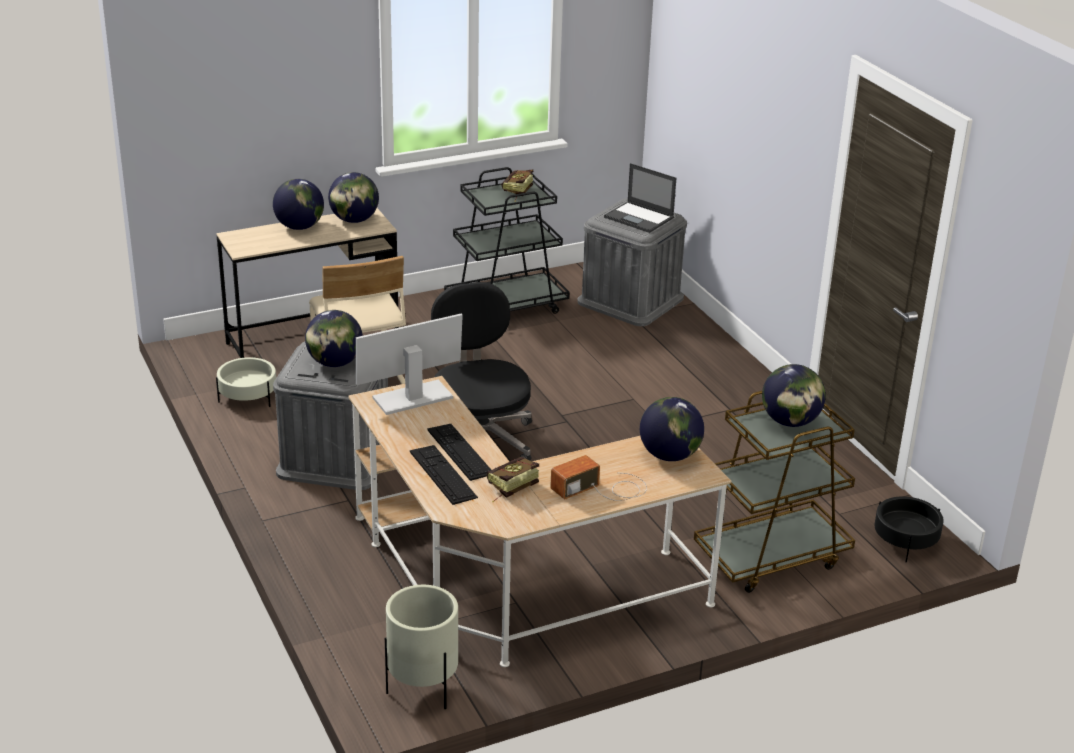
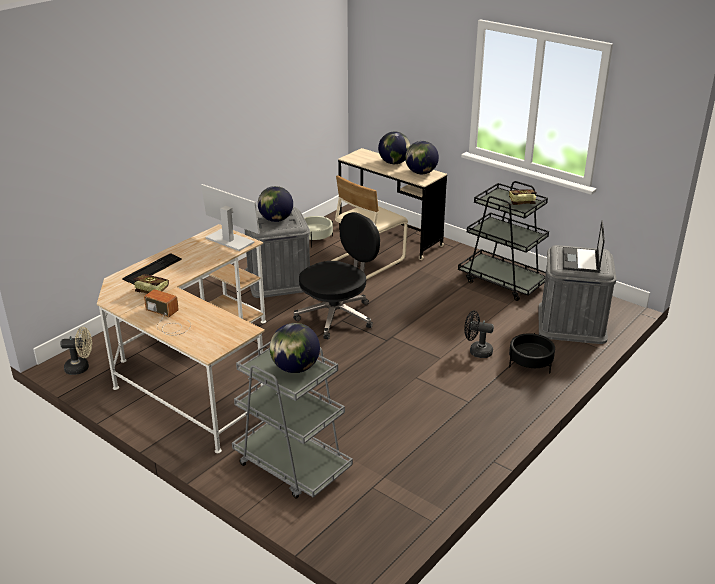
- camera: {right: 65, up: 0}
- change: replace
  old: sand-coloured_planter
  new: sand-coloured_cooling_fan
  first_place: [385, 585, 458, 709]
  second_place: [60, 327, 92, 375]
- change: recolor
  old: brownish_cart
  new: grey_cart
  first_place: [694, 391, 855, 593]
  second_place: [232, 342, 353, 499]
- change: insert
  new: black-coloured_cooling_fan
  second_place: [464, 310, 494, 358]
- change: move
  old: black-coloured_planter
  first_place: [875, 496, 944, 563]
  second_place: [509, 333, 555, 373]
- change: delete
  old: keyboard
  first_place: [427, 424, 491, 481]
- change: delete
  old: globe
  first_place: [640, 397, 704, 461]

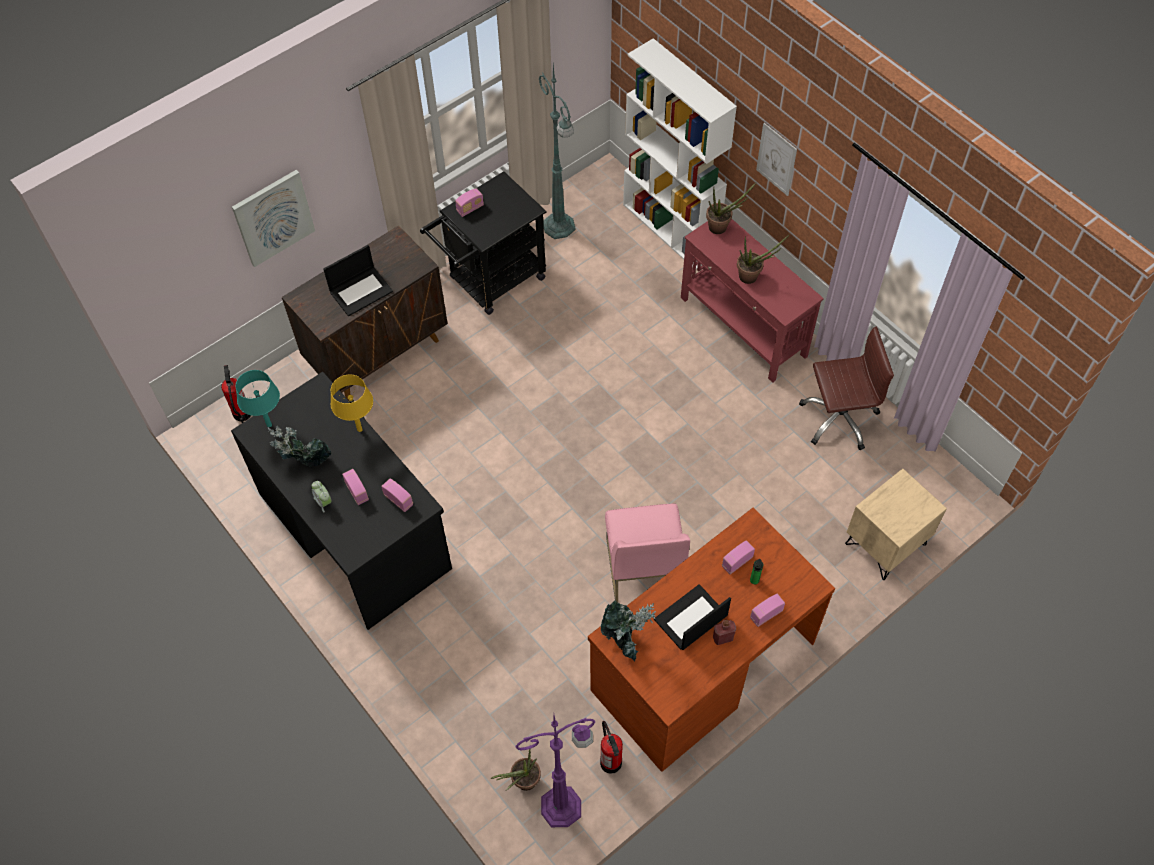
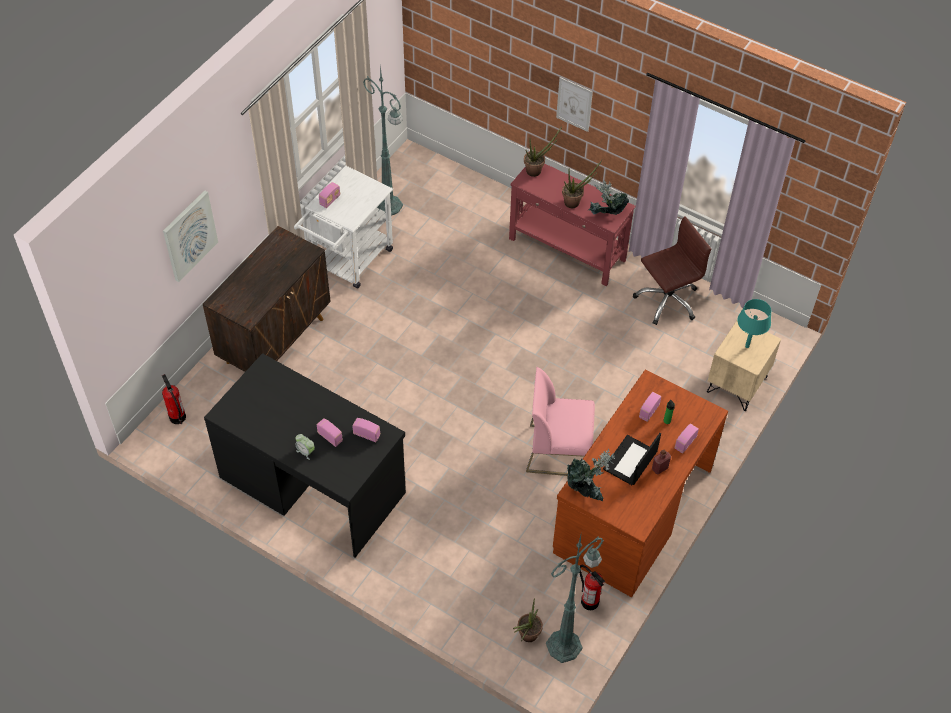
- camera: {right: -20, up: -5}
- change: recolor
  old: black-coloured_cart
  new: white-coloured_cart
  first_place: [420, 171, 546, 315]
  second_place: [294, 165, 393, 289]
- change: rotate
  old: pinkish_chair
  first_place: [605, 503, 690, 602]
  second_place: [526, 367, 595, 476]
  degrees: 120
- change: recolor
  old: purple-coloured_standard_lamp
  new: greenish_standard_lamp
  first_place: [515, 715, 595, 827]
  second_place: [546, 535, 604, 663]
- change: move
  old: potted_plant
  first_place: [268, 426, 332, 467]
  second_place: [587, 180, 629, 215]
- change: move
  old: turquoise-coloured_table_lamp
  first_place: [236, 370, 280, 427]
  second_place: [737, 299, 771, 348]
- change: delete
  old: notebook_computer
  first_place: [323, 245, 393, 316]
- change: delete
  old: yellow_table_lamp
  first_place: [331, 374, 373, 432]
- change: delete
  old: white-coloured_bookshelf
  first_place: [623, 38, 737, 269]

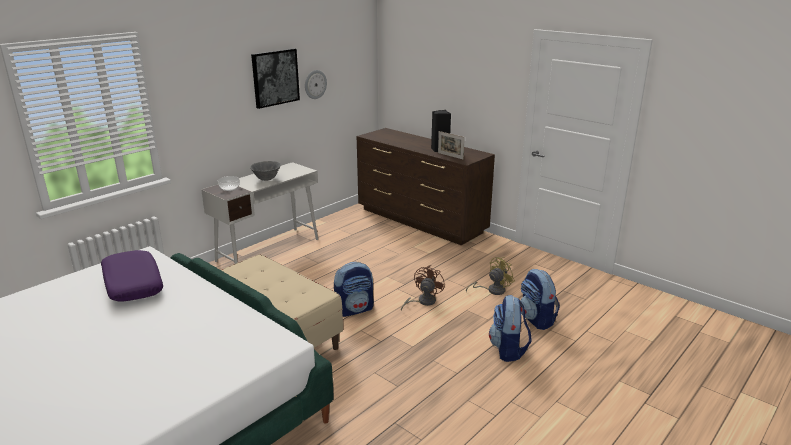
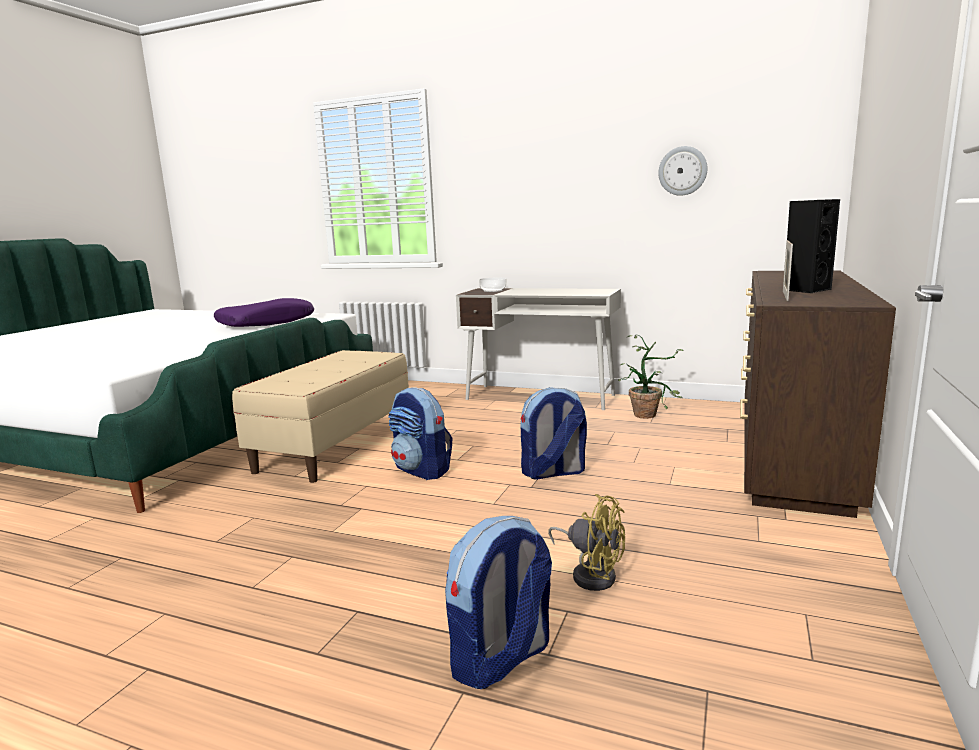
- camera: {right: 70, up: -10}
- change: move
  old: knapsack
  first_place: [489, 295, 532, 362]
  second_place: [521, 387, 587, 480]
- change: insert
  new: potted_plant
  second_place: [618, 335, 684, 419]
- change: delete
  old: grey_serving_bowl
  first_place: [250, 161, 281, 181]
- change: delete
  old: picture
  first_place: [251, 48, 300, 109]
- change: delete
  old: brownish_cooling_fan
  first_place: [401, 265, 445, 310]

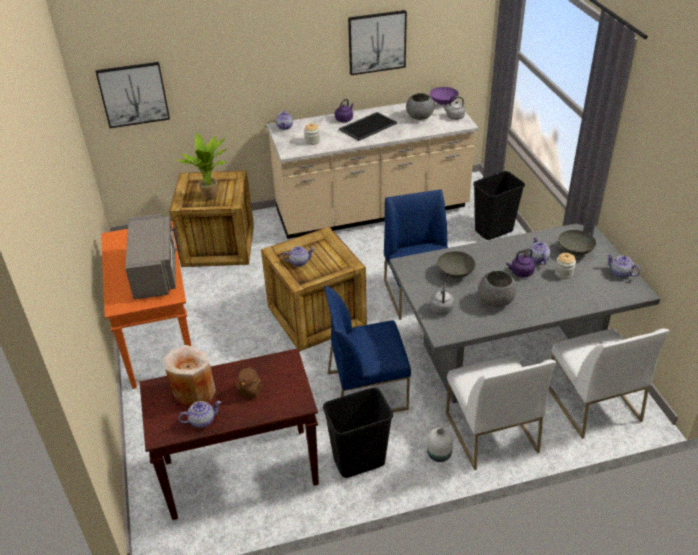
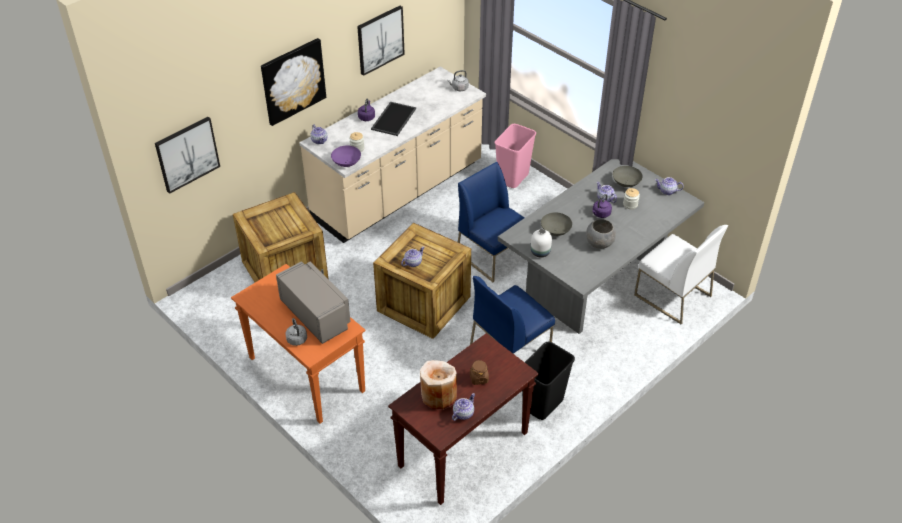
- camera: {right: -30, up: 5}
- change: insert
  new: picture
  second_place: [261, 38, 326, 126]
- change: move
  old: grey_kettle
  first_place: [430, 283, 454, 314]
  second_place: [285, 318, 307, 346]
- change: move
  old: purple-coloured_serving_bowl
  first_place: [430, 87, 459, 105]
  second_place: [331, 146, 361, 167]
- change: recolor
  old: black-coloured_waste_bin
  new: pinkish_waste_bin
  first_place: [473, 171, 525, 240]
  second_place: [495, 124, 536, 188]
- change: move
  old: white-coloured_flower_vase
  first_place: [427, 428, 453, 462]
  second_place: [531, 229, 552, 258]
- change: delete
  old: potted_plant
  first_place: [175, 133, 227, 200]
- change: delete
  old: grey_serving_bowl
  first_place: [406, 93, 434, 120]
- change: delete
  old: white-coloured_chair
  first_place: [446, 356, 556, 470]

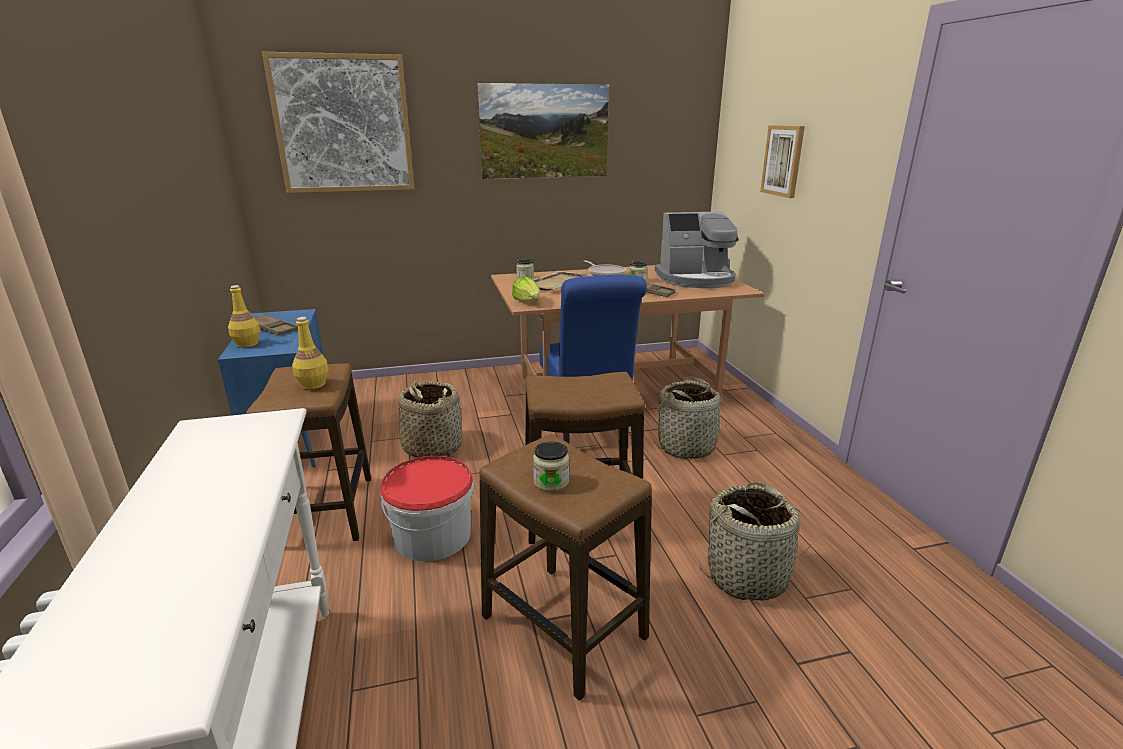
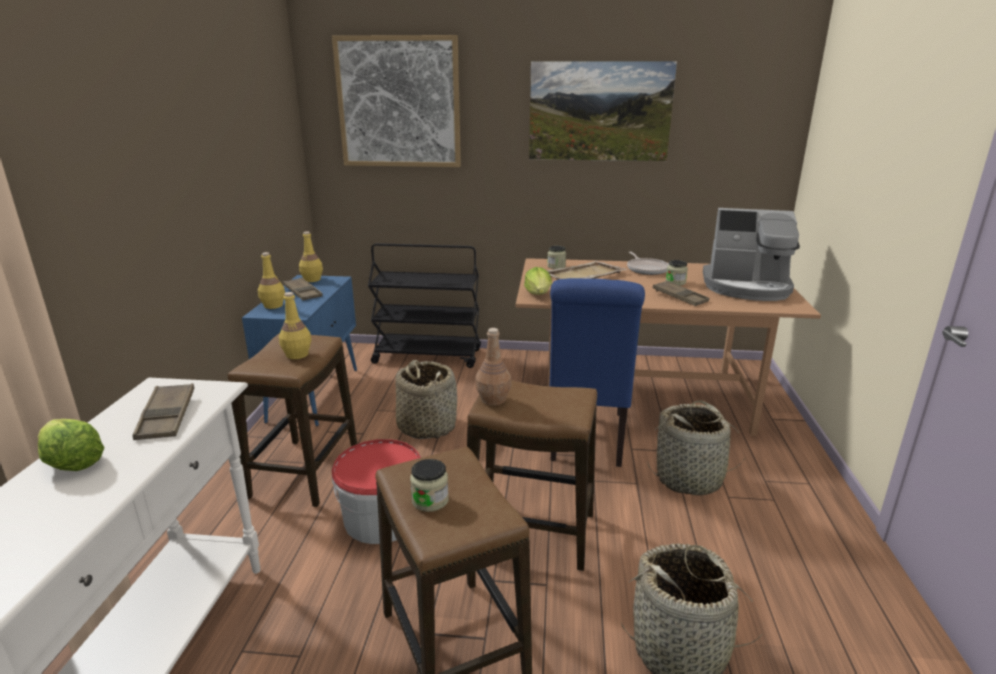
- camera: {right: 20, up: 0}
- change: insert
  new: head_of_lettuce
  second_place: [37, 419, 105, 471]
- change: insert
  new: brownish_carrying_tray
  second_place: [133, 383, 194, 440]
- change: insert
  new: yellow_drink_bottle
  second_place: [299, 232, 323, 282]
- change: insert
  new: black-coloured_cart
  second_place: [368, 243, 481, 368]
- change: insert
  new: brownish_drink_bottle
  second_place: [475, 328, 511, 406]
- change: delete
  old: picture
  first_place: [760, 125, 805, 198]

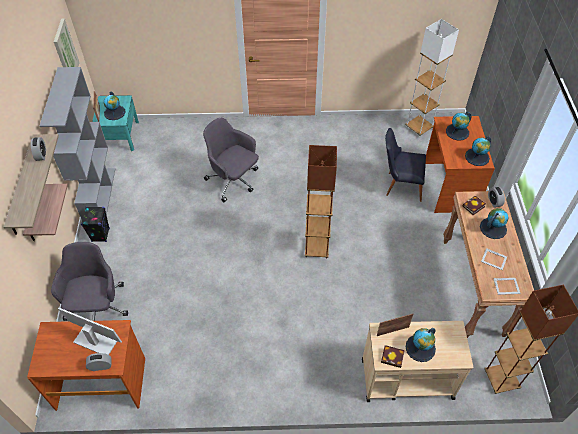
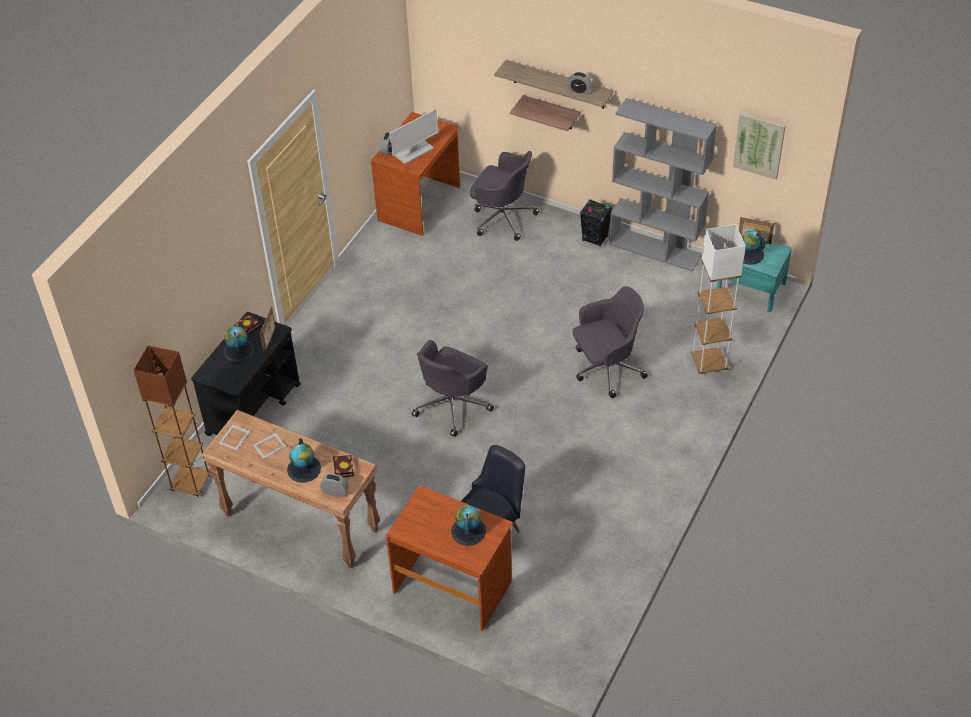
- camera: {right: 120, up: -5}
- change: recolor
  old: sand-coloured_cart
  new: black-coloured_cart
  first_place: [362, 321, 473, 402]
  second_place: [191, 312, 301, 436]
- change: replace
  old: brownish_standard_lamp
  new: grey_office_chair
  first_place: [304, 145, 337, 258]
  second_place: [412, 340, 494, 437]
- change: move
  old: white-coloured_standard_lamp
  first_place: [405, 19, 459, 137]
  second_place: [691, 224, 746, 376]
- change: delete
  old: globe
  first_place: [465, 136, 491, 166]

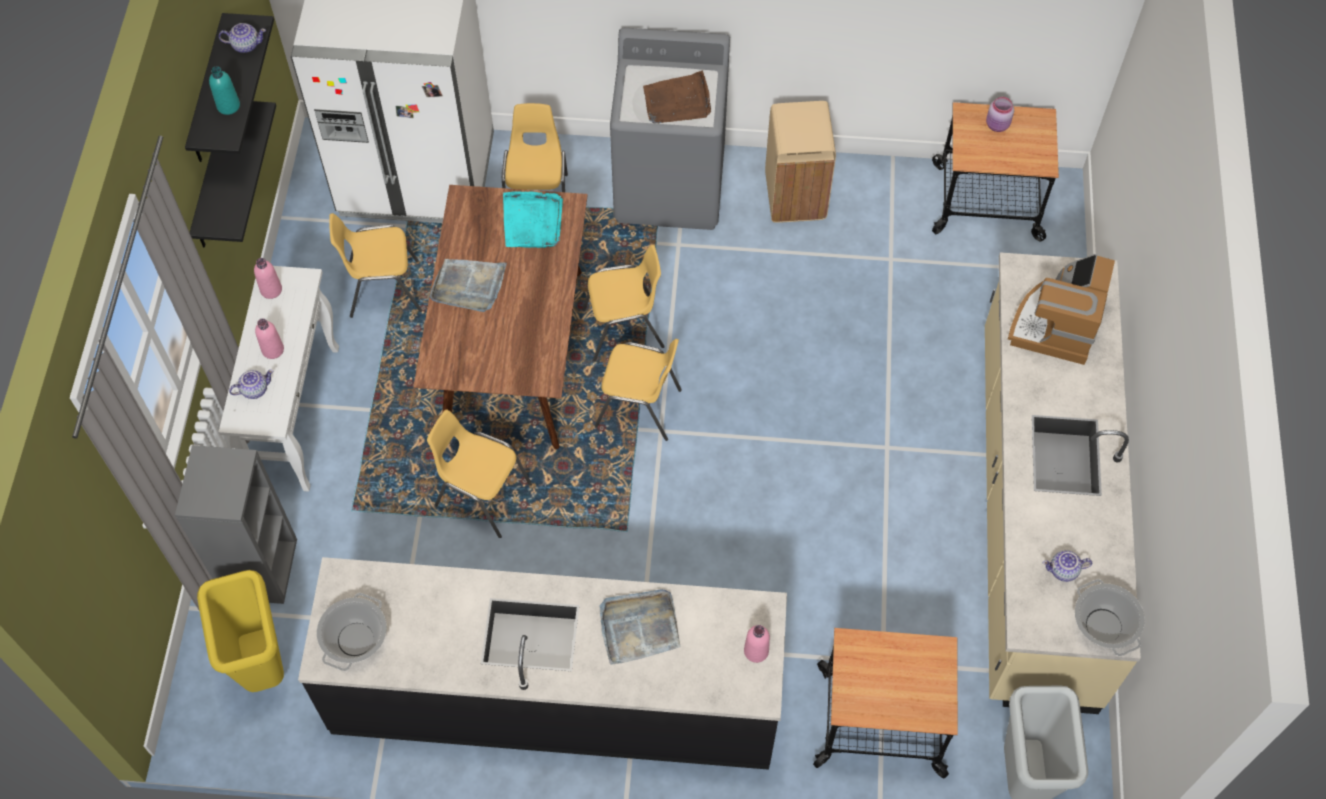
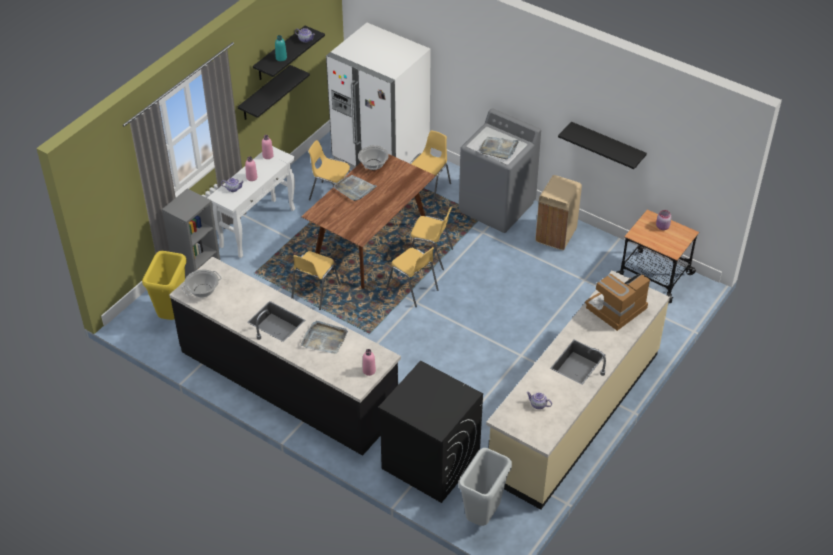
- camera: {right: 30, up: -15}
- change: rotate
  old: yellow_chair
  first_place: [427, 410, 532, 538]
  second_place: [292, 251, 340, 310]
  degrees: -120
- change: move
  old: cooking_pot
  first_place: [1075, 579, 1145, 656]
  second_place: [358, 145, 389, 170]
- change: replace
  old: cart
  new: black-coloured_laundry_appliance
  first_place: [813, 628, 958, 778]
  second_place: [378, 361, 483, 503]
- change: recolor
  old: brownish_carrying_tray
  new: grey_carrying_tray
  first_place: [643, 71, 711, 123]
  second_place: [479, 137, 519, 159]
- change: insert
  new: black-coloured_wall_shelf
  second_place: [558, 122, 647, 169]
- change: delete
  old: turquoise-coloured_carrying_tray
  first_place: [503, 191, 563, 248]

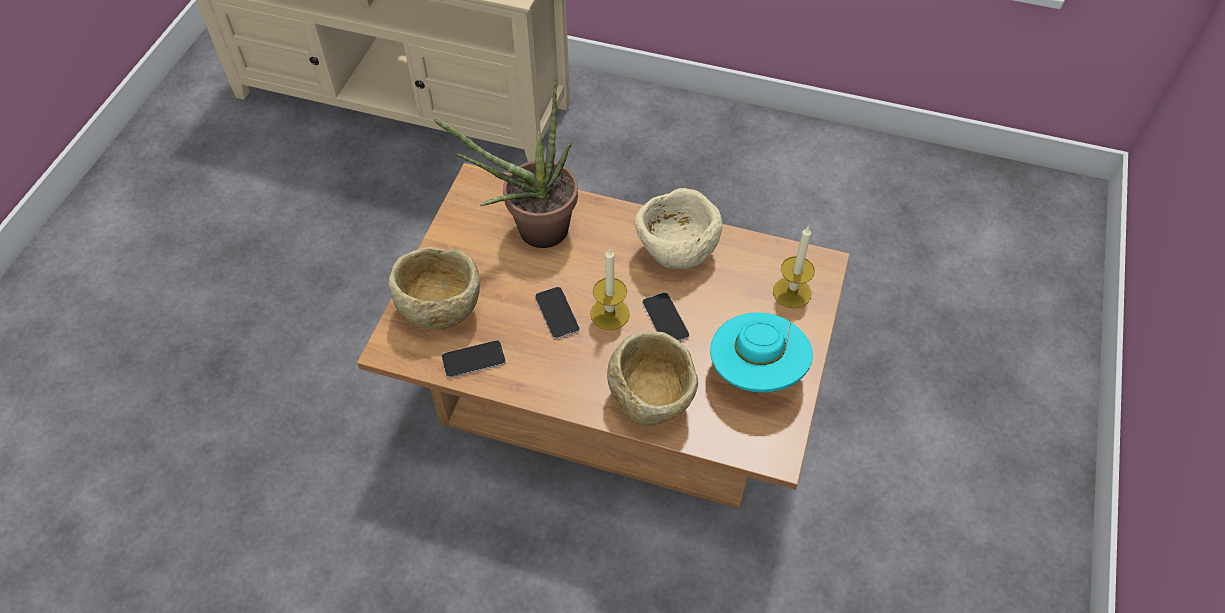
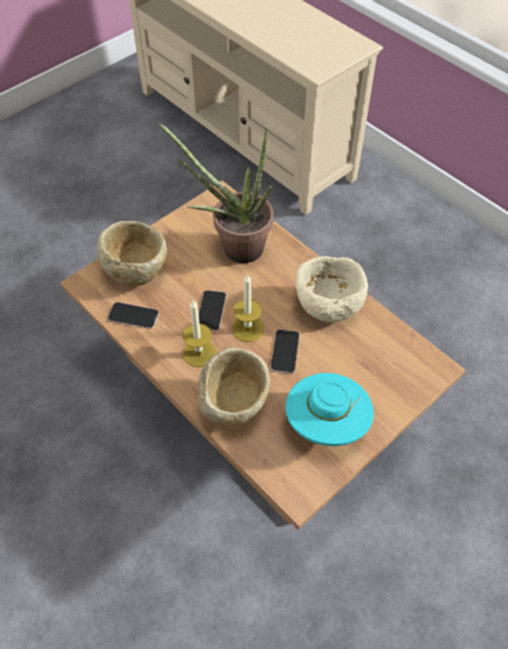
- camera: {right: 30, up: 0}
- change: move
  old: wax_light
  first_place: [773, 226, 815, 309]
  second_place: [183, 300, 216, 367]

